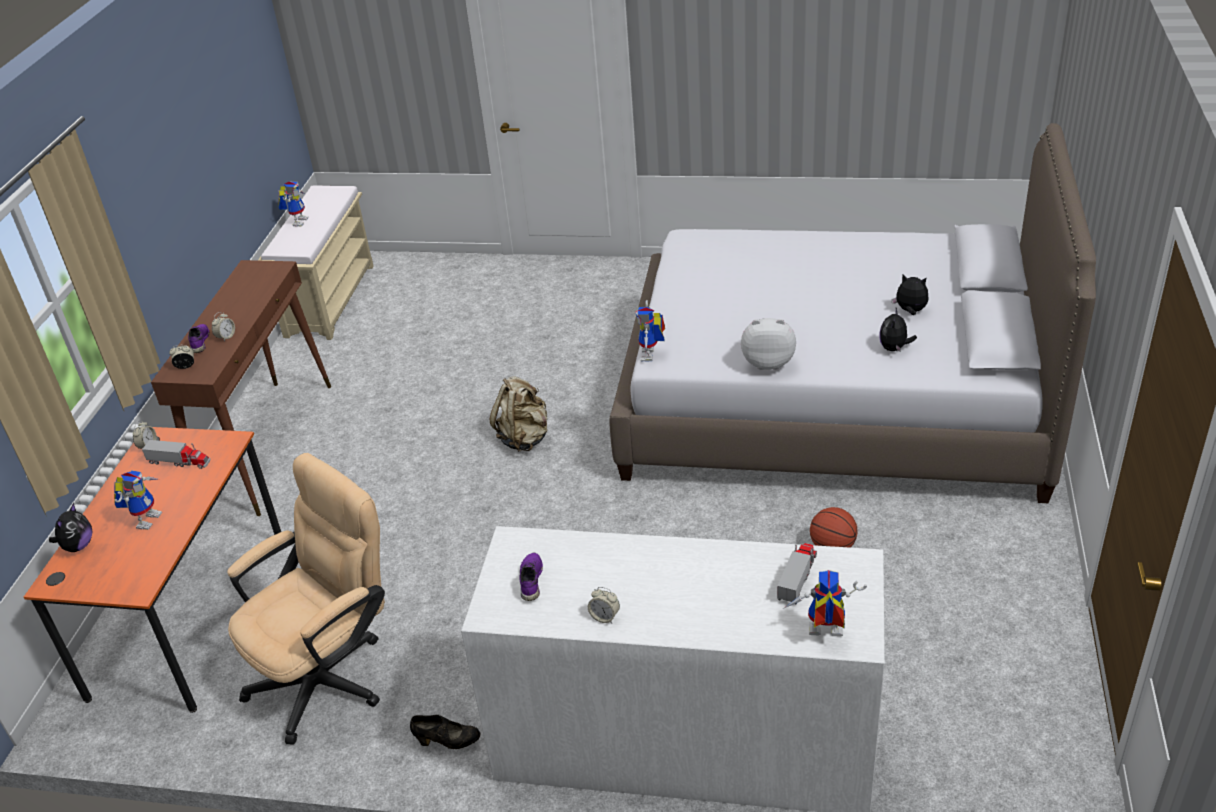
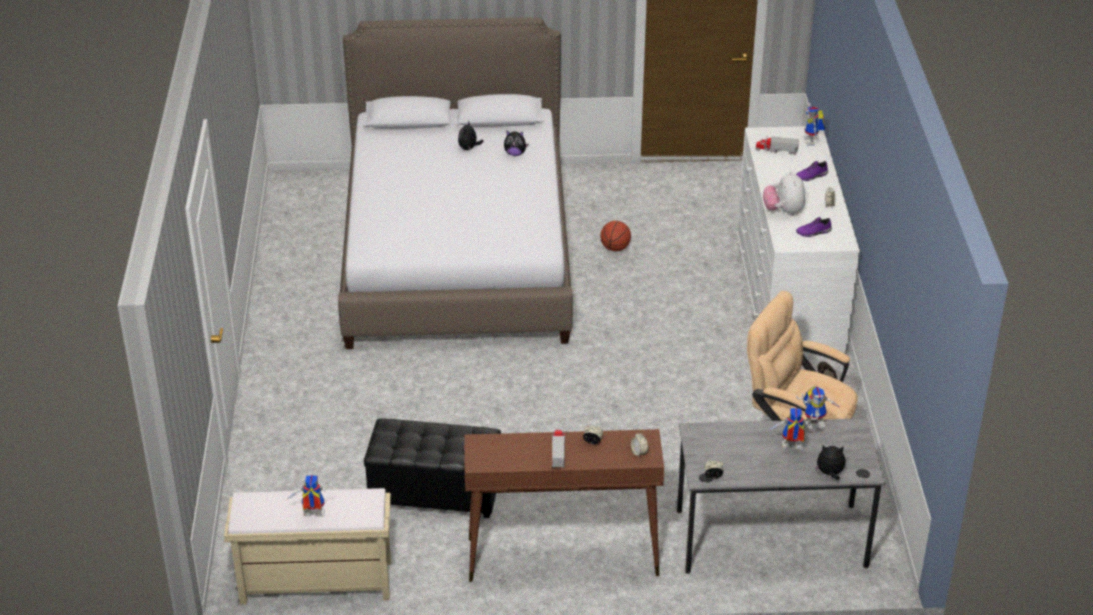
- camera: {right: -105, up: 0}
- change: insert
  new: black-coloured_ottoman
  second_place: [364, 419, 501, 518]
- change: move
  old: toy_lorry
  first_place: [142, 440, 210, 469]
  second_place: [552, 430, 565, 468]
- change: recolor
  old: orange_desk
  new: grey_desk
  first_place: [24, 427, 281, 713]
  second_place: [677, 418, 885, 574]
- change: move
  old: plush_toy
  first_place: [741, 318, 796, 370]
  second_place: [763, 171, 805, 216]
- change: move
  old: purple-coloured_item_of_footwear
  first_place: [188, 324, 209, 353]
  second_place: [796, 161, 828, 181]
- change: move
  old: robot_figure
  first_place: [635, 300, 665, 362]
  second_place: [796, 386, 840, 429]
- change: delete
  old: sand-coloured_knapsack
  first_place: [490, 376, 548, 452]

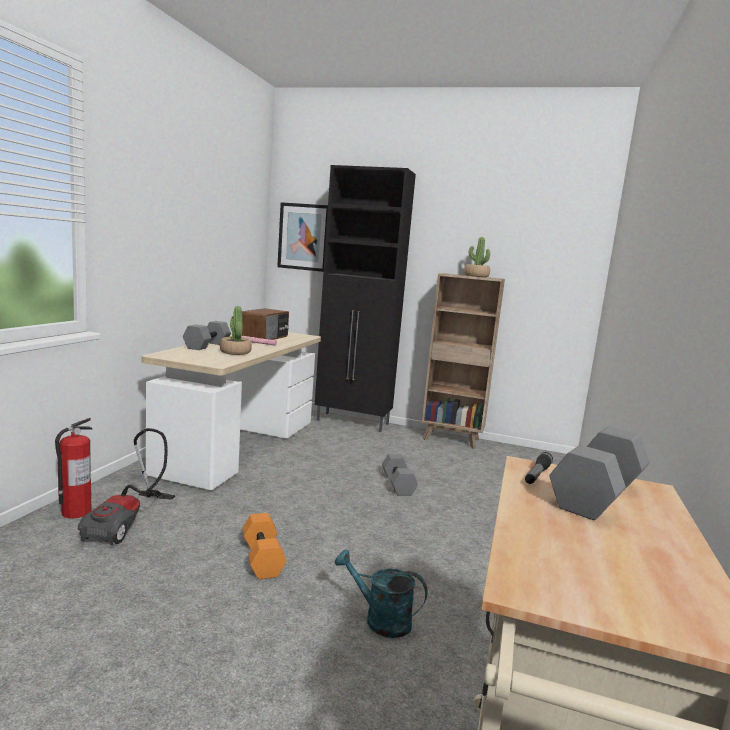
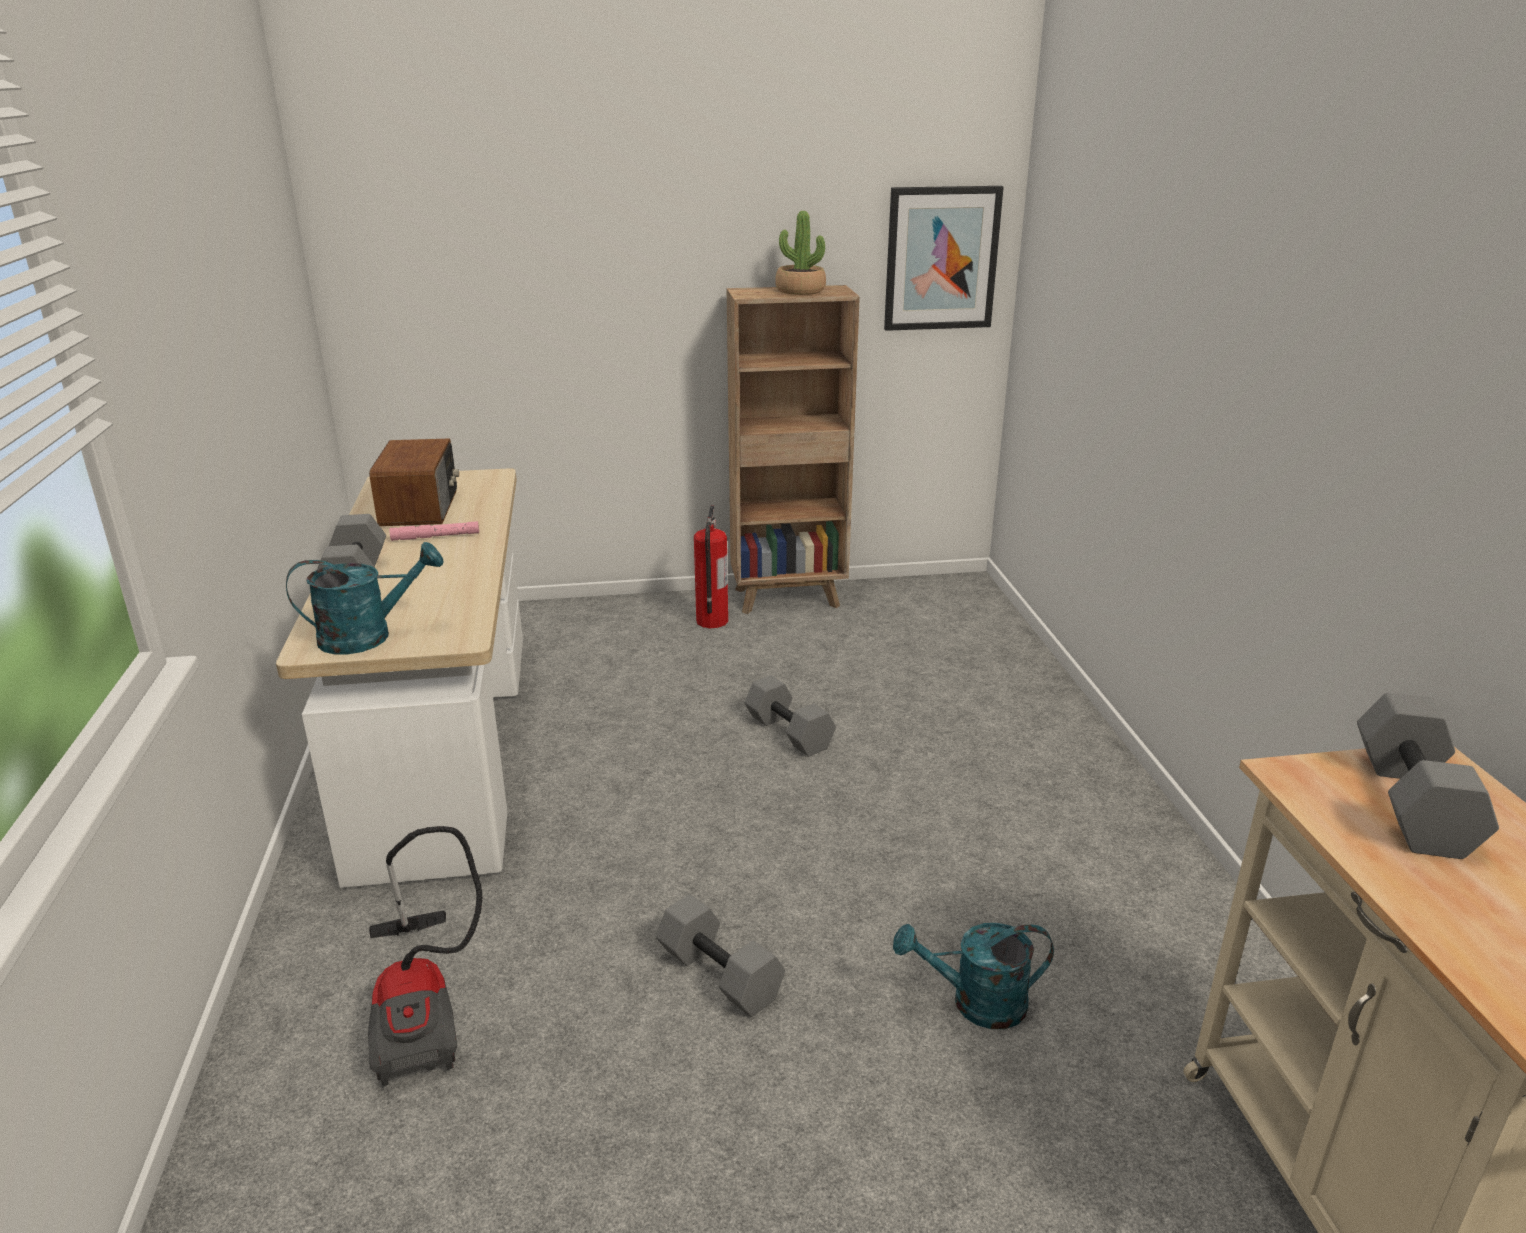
- camera: {right: -25, up: 15}
- change: insert
  new: turquoise-coloured_watering_can
  second_place: [286, 542, 444, 654]
- change: recolor
  old: orange_free_weight
  new: grey_free_weight
  first_place: [242, 513, 287, 579]
  second_place: [656, 894, 785, 1017]
- change: move
  old: extinguisher
  first_place: [55, 418, 92, 519]
  second_place: [694, 505, 728, 628]
- change: move
  old: picture
  first_place: [277, 202, 328, 272]
  second_place: [884, 186, 1004, 331]
- change: delete
  old: potted_plant
  first_place: [220, 306, 252, 355]
- change: delete
  old: black-coloured_cupboard
  first_place: [315, 165, 416, 432]
- change: delete
  old: flashlight
  first_place: [525, 452, 553, 484]

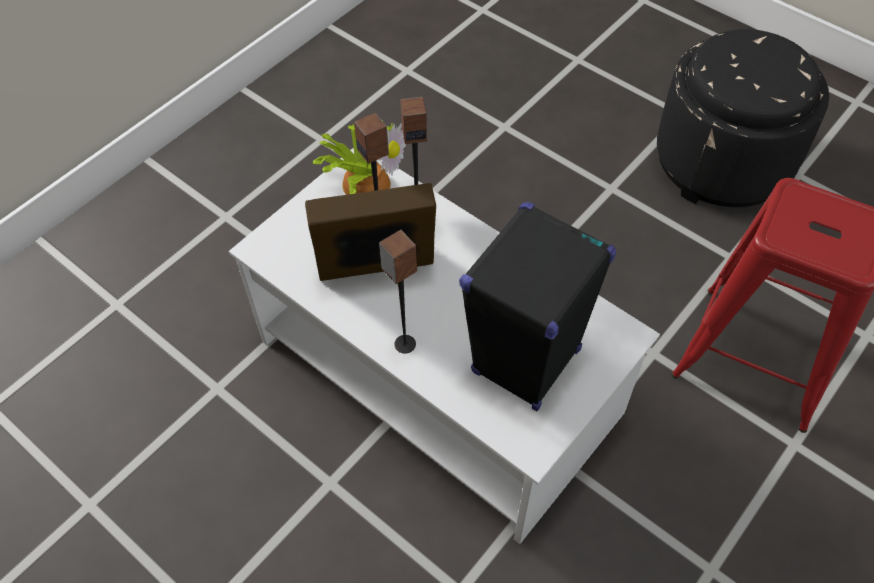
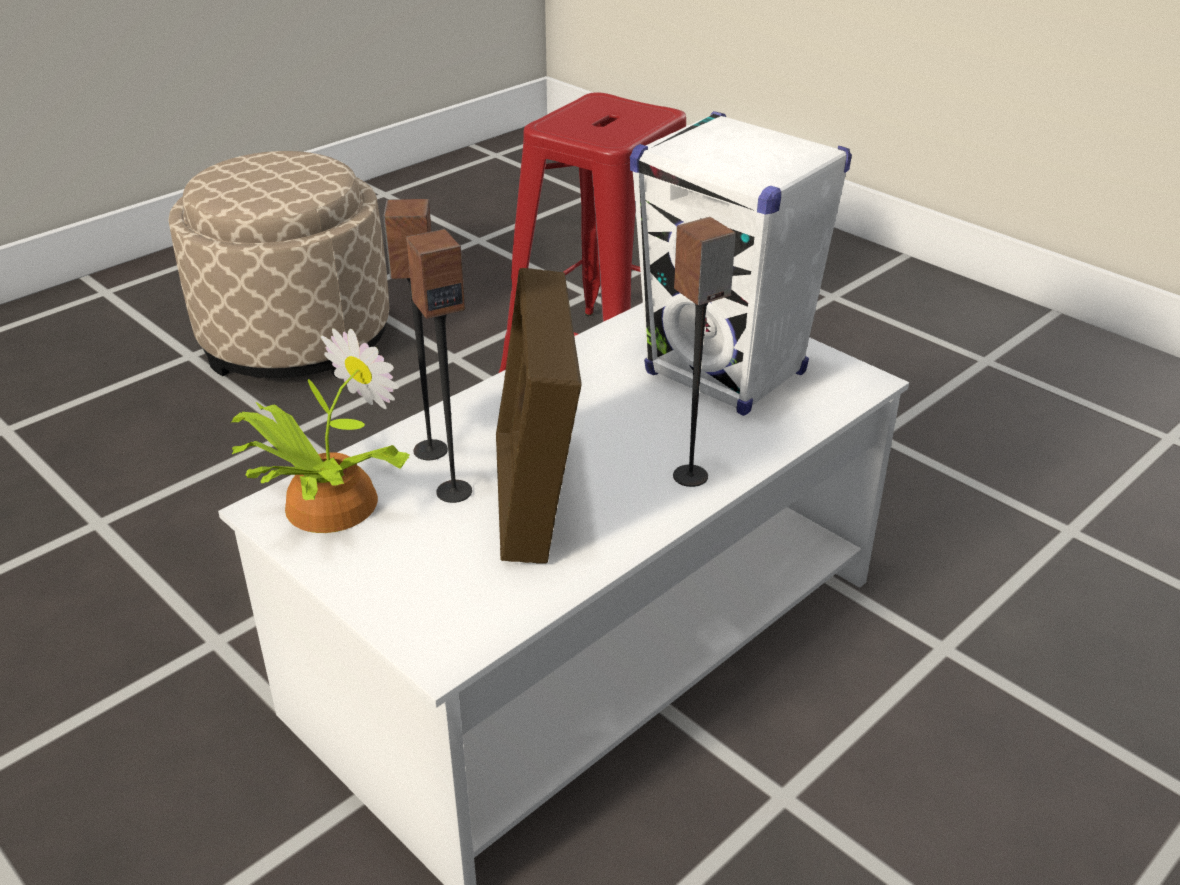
- camera: {right: -85, up: -20}
- change: recolor
  old: black-coloured_ottoman
  new: sand-coloured_ottoman
  first_place: [657, 29, 829, 207]
  second_place: [169, 151, 389, 378]
- change: recolor
  old: black-coloured_audio_speaker
  new: white-coloured_audio_speaker
  first_place: [459, 202, 616, 411]
  second_place: [630, 111, 852, 416]

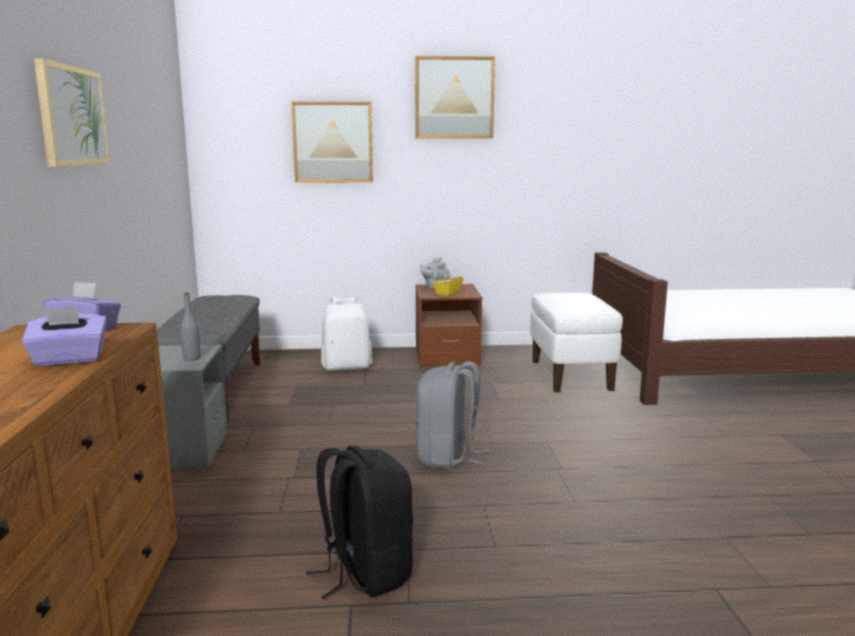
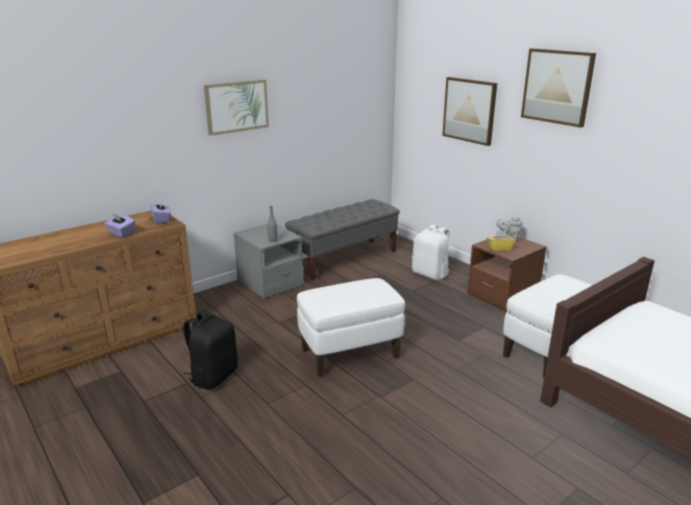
- camera: {right: 55, up: 10}
- change: replace
  old: grey_knapsack
  new: white-coloured_ottoman
  first_place: [416, 361, 490, 470]
  second_place: [297, 278, 405, 377]

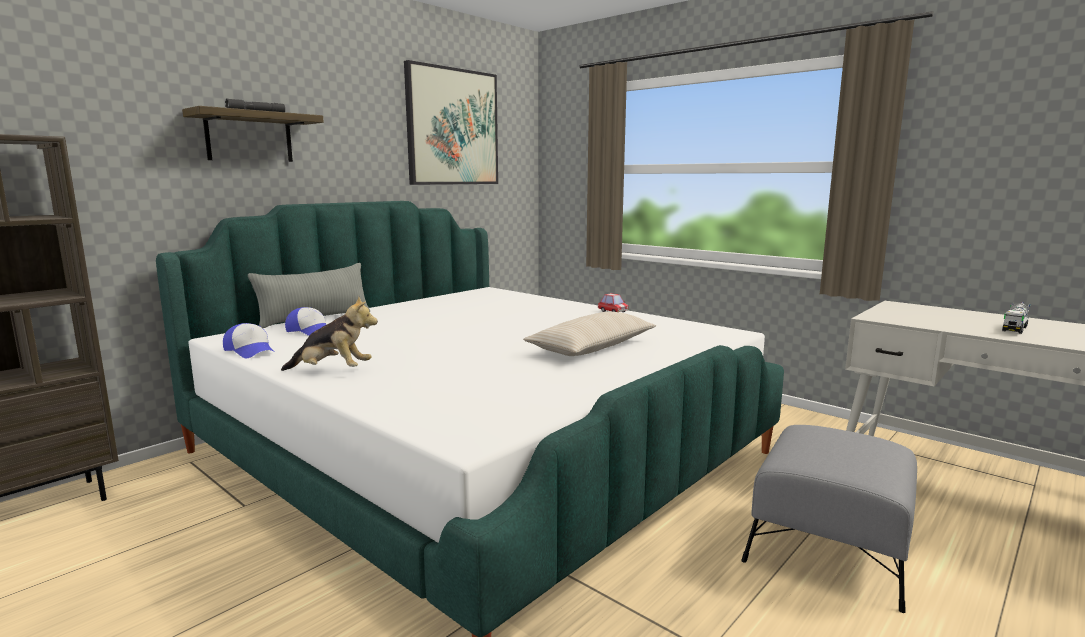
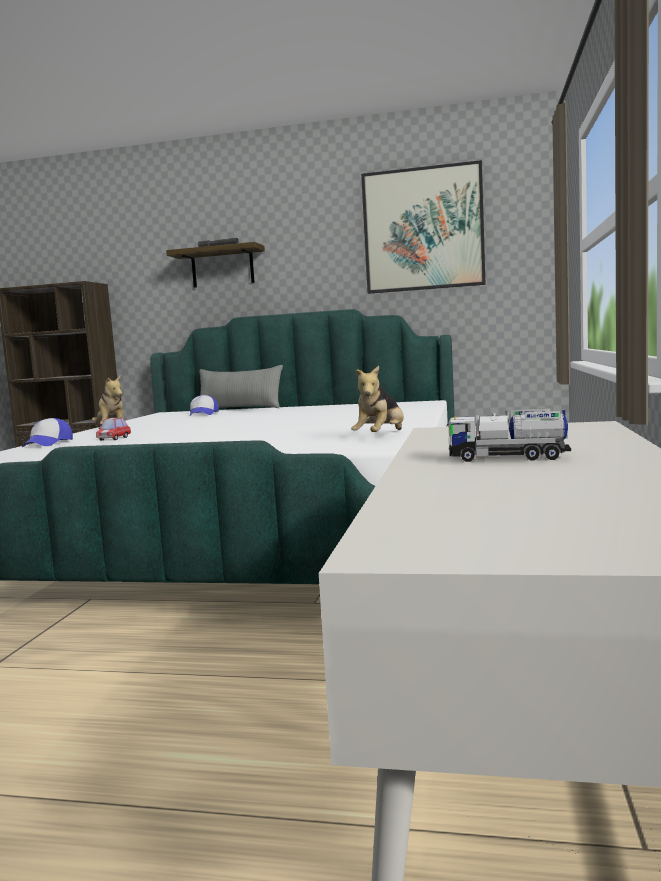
- camera: {right: 60, up: -5}
- change: move
  old: cap
  first_place: [223, 323, 275, 358]
  second_place: [22, 418, 73, 447]
- change: move
  old: model_car
  first_place: [598, 293, 629, 312]
  second_place: [96, 417, 131, 440]
- change: insert
  new: plush_toy
  second_place: [351, 366, 404, 432]
- change: delete
  old: sand-coloured_cushion
  first_place: [523, 312, 656, 356]
- change: delete
  old: grey_ottoman
  first_place: [741, 425, 917, 613]

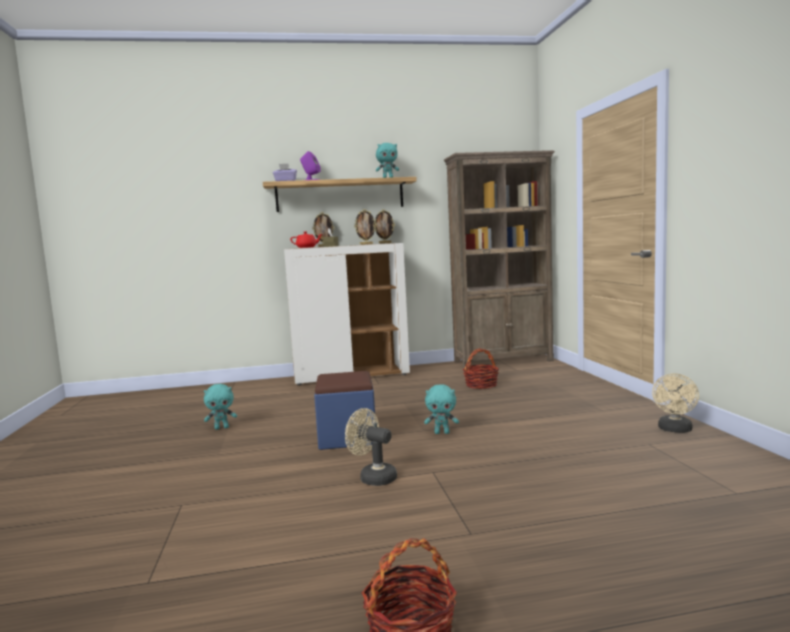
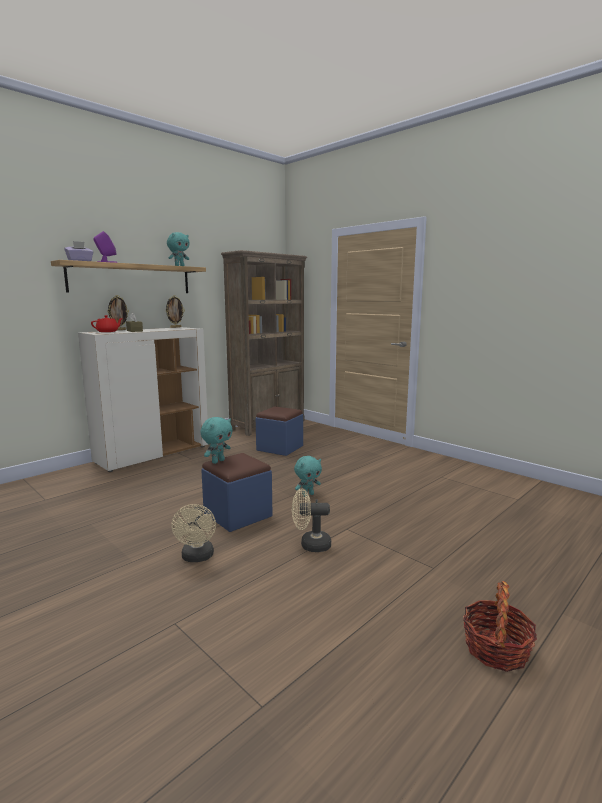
- camera: {right: -35, up: 5}
- change: move
  old: sand-coloured_cooling_fan
  first_place: [652, 373, 699, 433]
  second_place: [172, 504, 216, 562]
- change: move
  old: turquoise-coloured_plush_toy
  first_place: [204, 384, 237, 430]
  second_place: [200, 417, 233, 464]
- change: replace
  old: storage_basket
  new: bluish_ottoman
  first_place: [463, 348, 499, 389]
  second_place: [256, 407, 303, 456]
- change: delete
  old: picture_frame
  first_place: [354, 209, 376, 245]

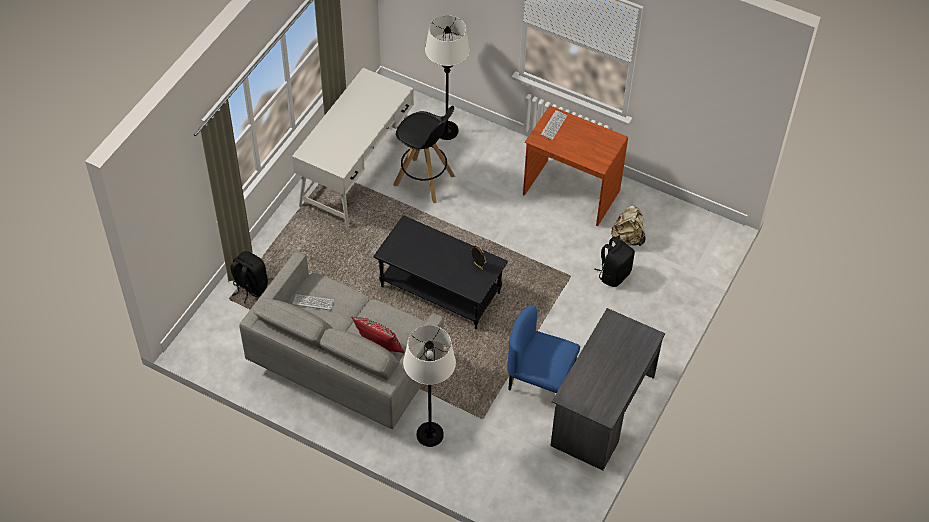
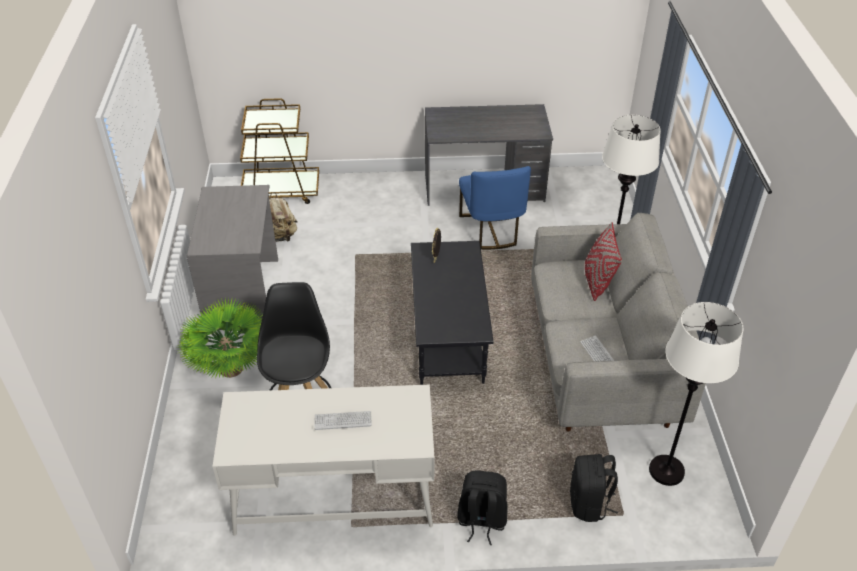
- camera: {right: -120, up: -10}
- change: insert
  new: potted_plant
  second_place: [176, 298, 262, 378]
- change: recolor
  old: brownish_desk
  new: grey_desk
  first_place: [523, 106, 628, 227]
  second_place: [186, 185, 278, 330]
- change: insert
  new: brownish_cart
  second_place: [240, 98, 319, 204]
- change: move
  old: keyboard
  first_place: [541, 110, 567, 140]
  second_place: [314, 411, 372, 430]
- change: move
  old: black-coloured_knapsack
  first_place: [594, 236, 635, 287]
  second_place: [458, 470, 508, 545]
- change: move
  old: white-coloured_standard_lamp
  first_place: [425, 15, 470, 140]
  second_place: [649, 302, 744, 486]

